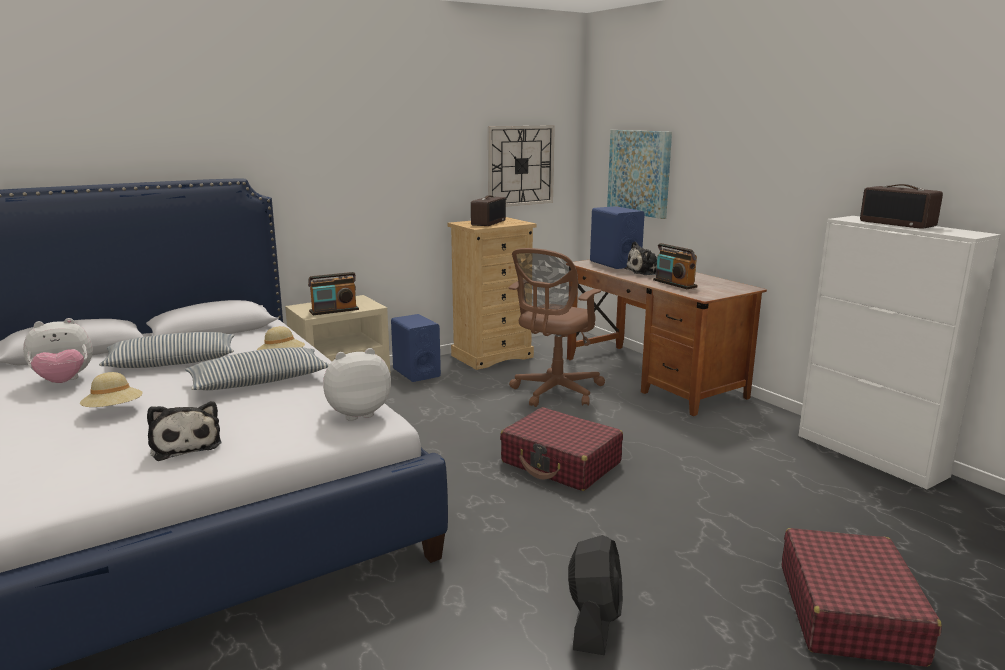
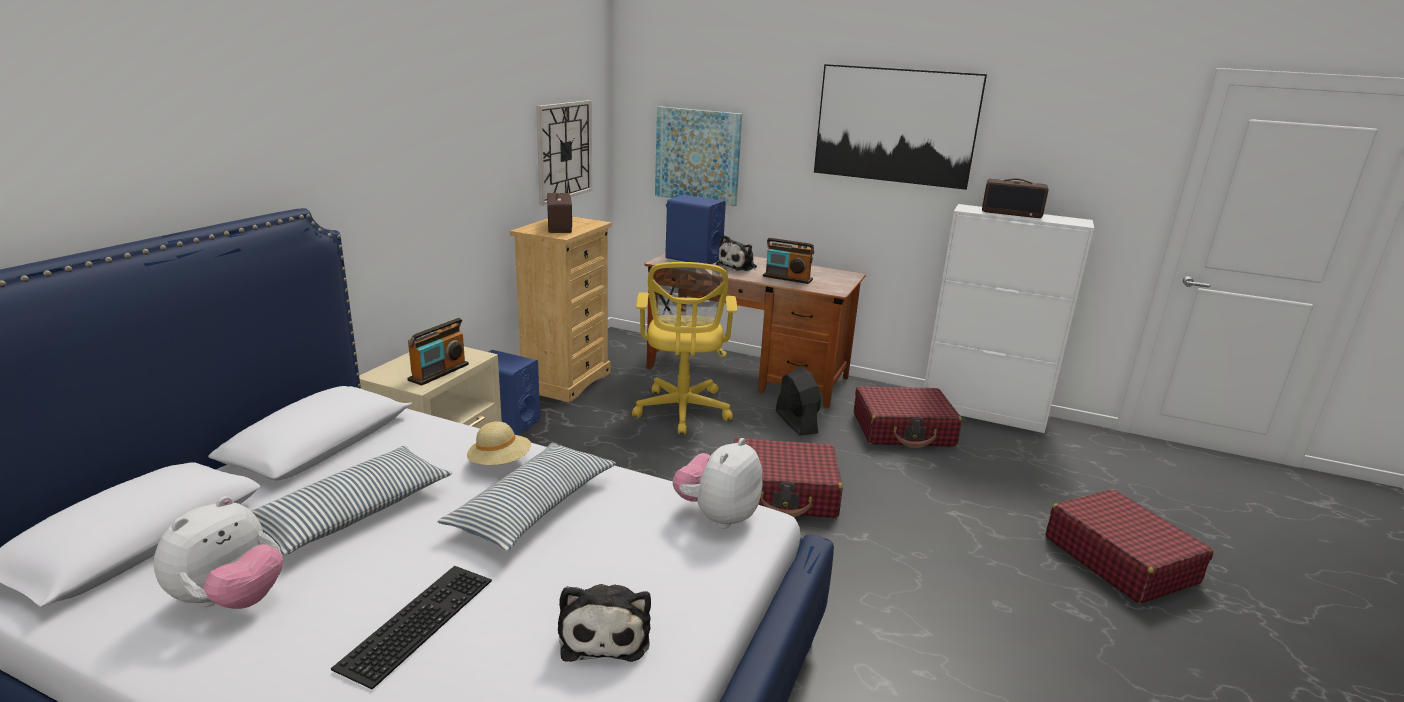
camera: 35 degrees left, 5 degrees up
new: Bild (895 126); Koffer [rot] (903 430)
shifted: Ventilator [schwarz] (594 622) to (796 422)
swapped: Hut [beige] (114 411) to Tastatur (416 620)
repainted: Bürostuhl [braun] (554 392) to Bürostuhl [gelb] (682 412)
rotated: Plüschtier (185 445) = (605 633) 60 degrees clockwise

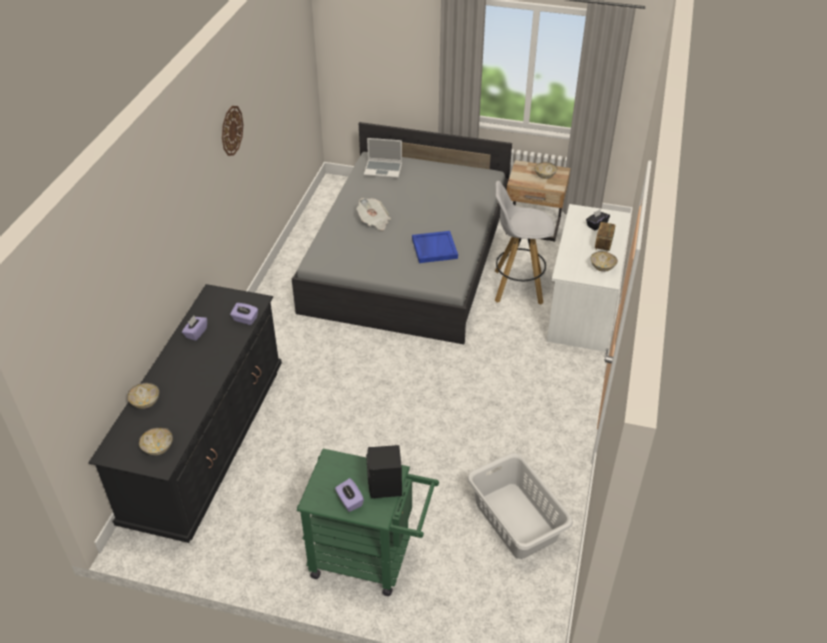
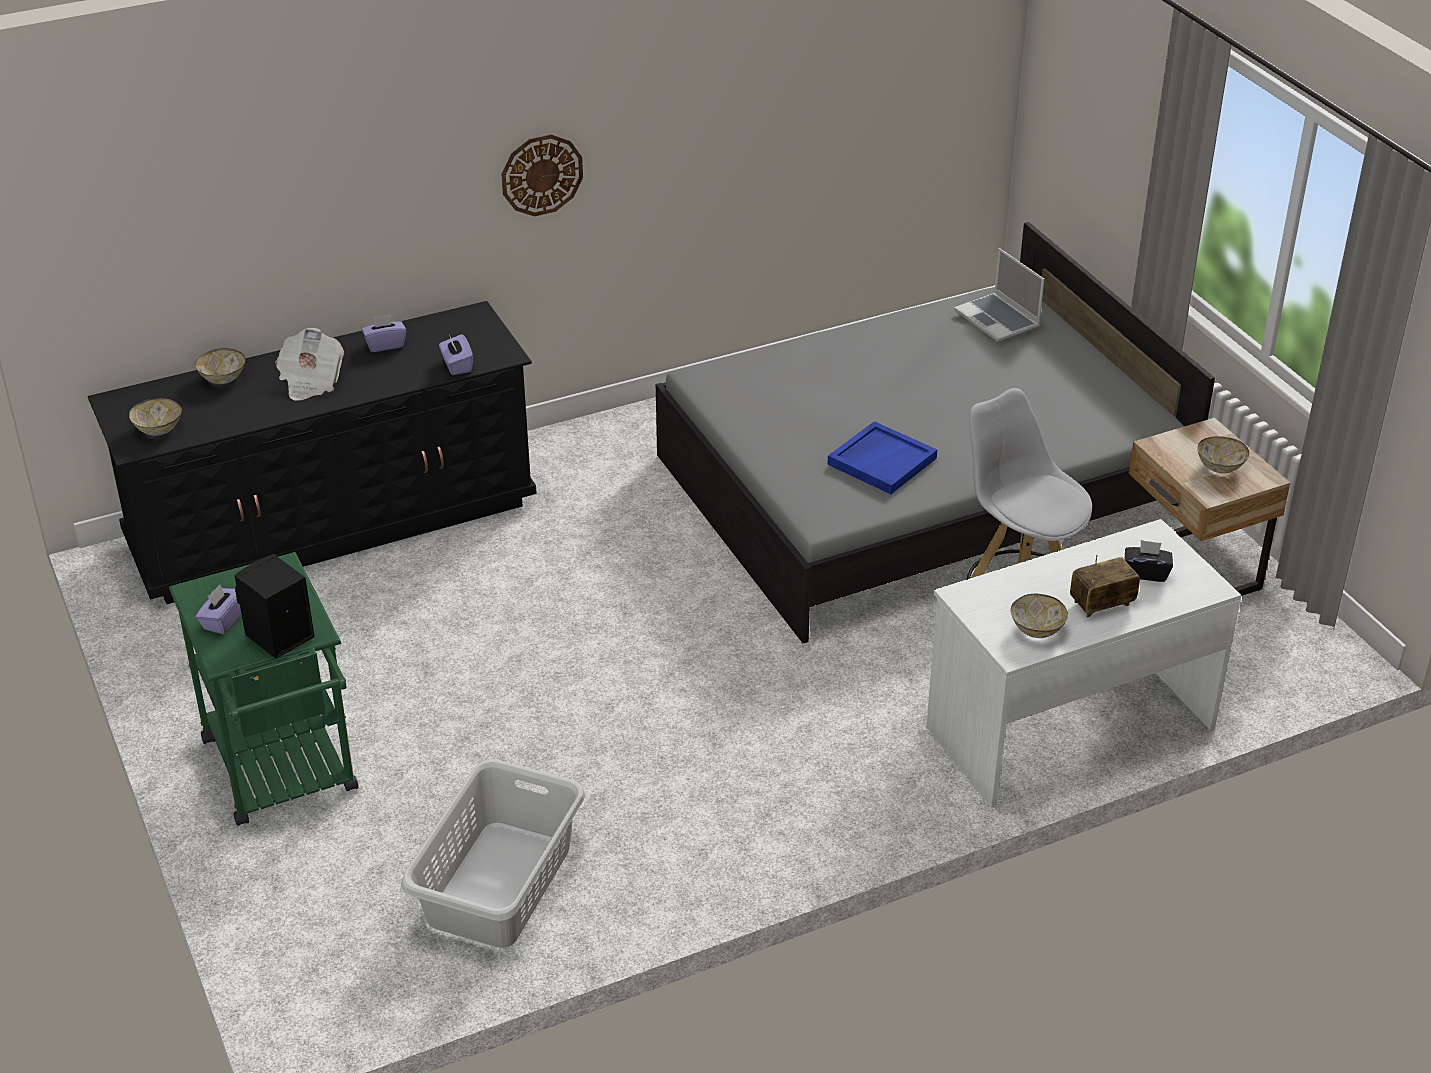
camera: 50 degrees right, 5 degrees down
shifted: Wanduhr (231 130) to (541 174); Zeitung (374 221) to (310 381)

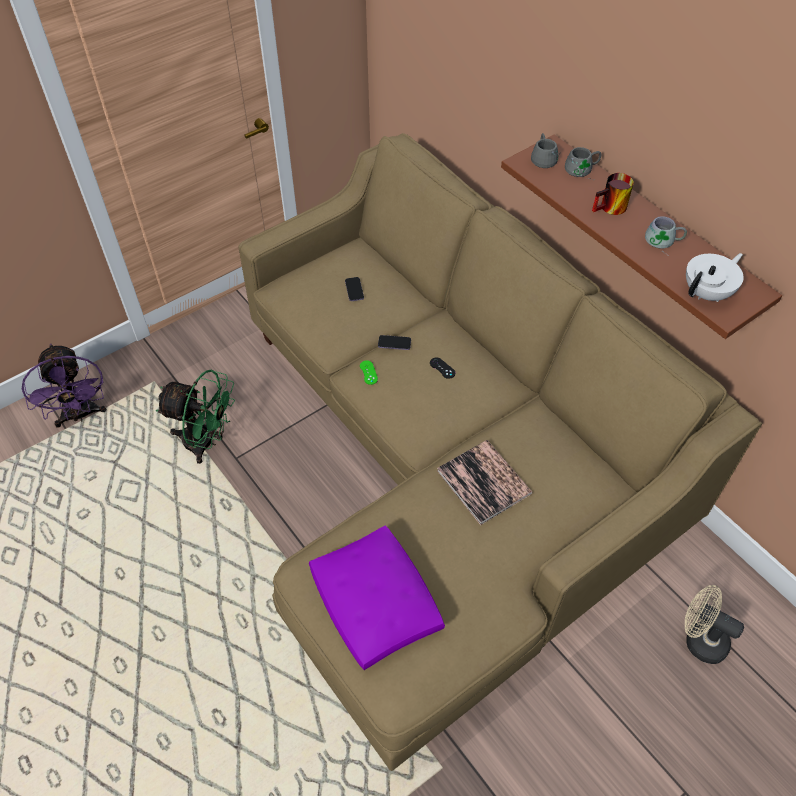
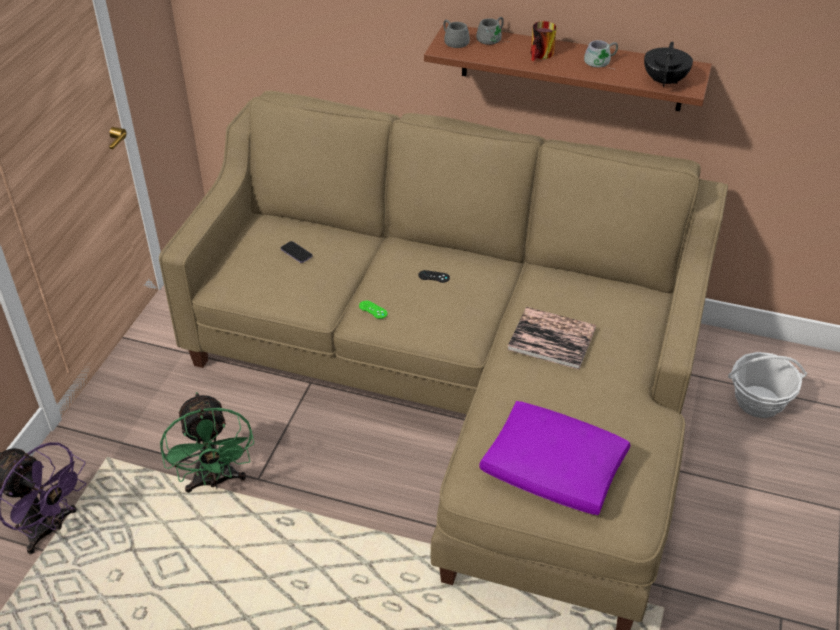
camera: 35 degrees left, 10 degrees down
gone: Handy (394 343)
swapped: Ventilator [beige] (699 639) to Korb (758 401)
repainted: Teekanne [weiß] (707 293) to Teekanne [schwarz] (665 81)
rotated: Ventilator [grün] (206 442) = (215 481) 90 degrees clockwise

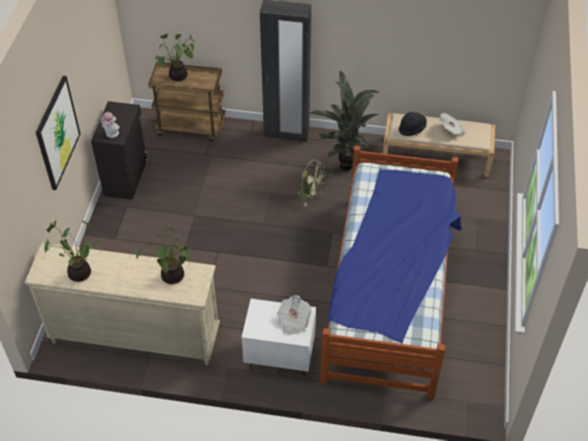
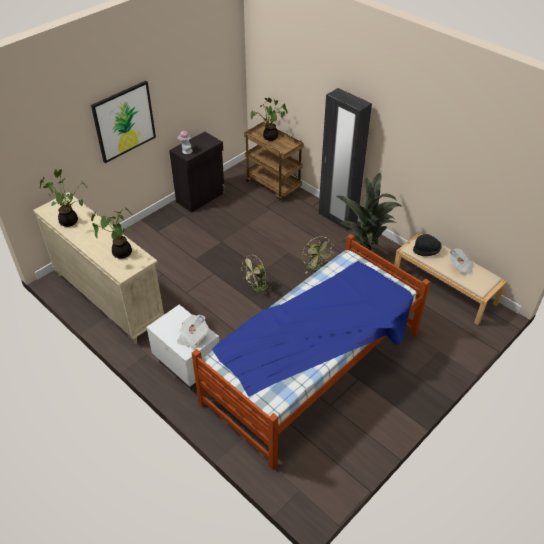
camera: 35 degrees right, 5 degrees down
new: Ventilator [grün] (257 288)

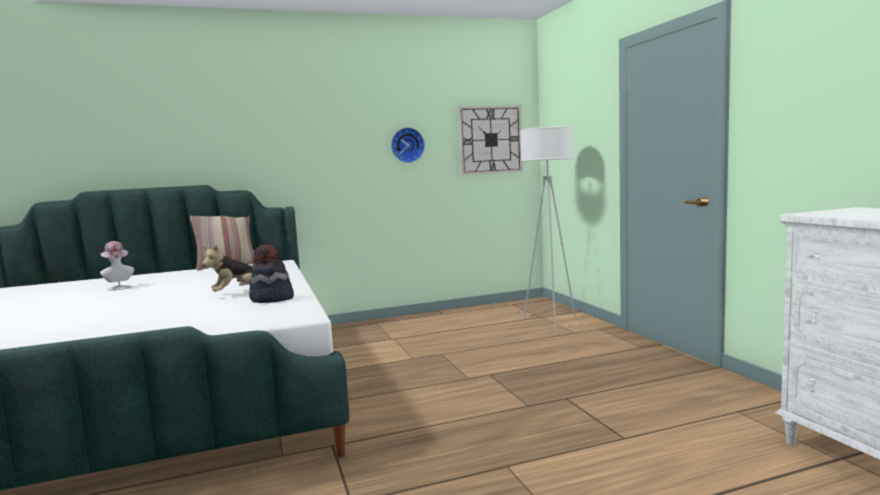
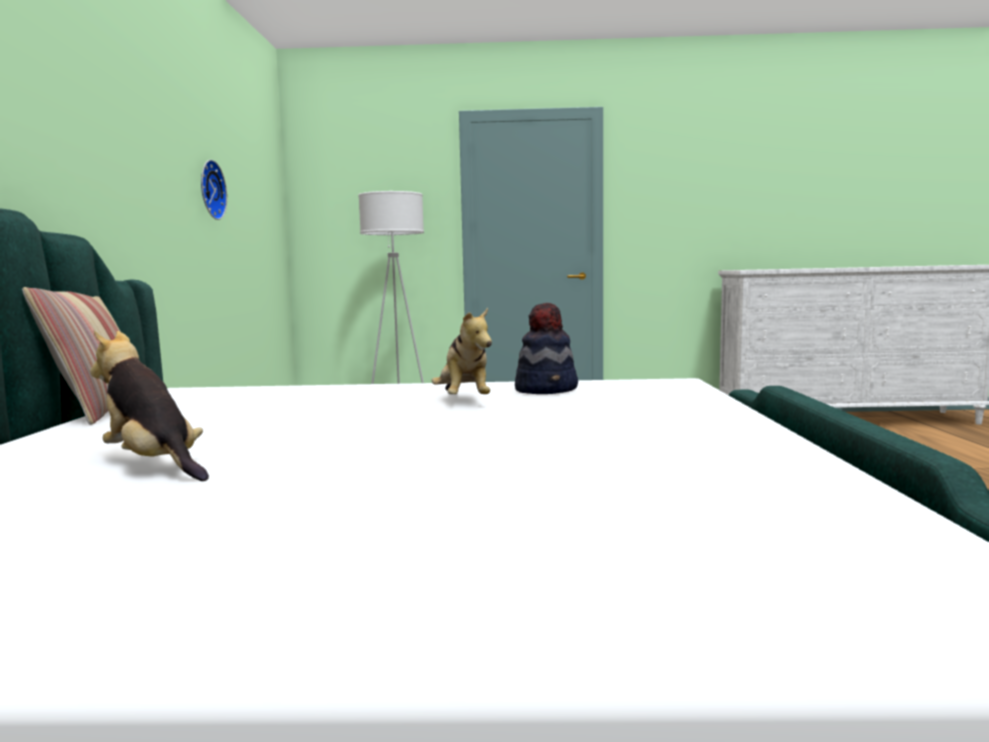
camera: 70 degrees left, 0 degrees up
gone: Wanduhr (490 140)
swapped: Hut (119 287) to Plüschtier (154 465)

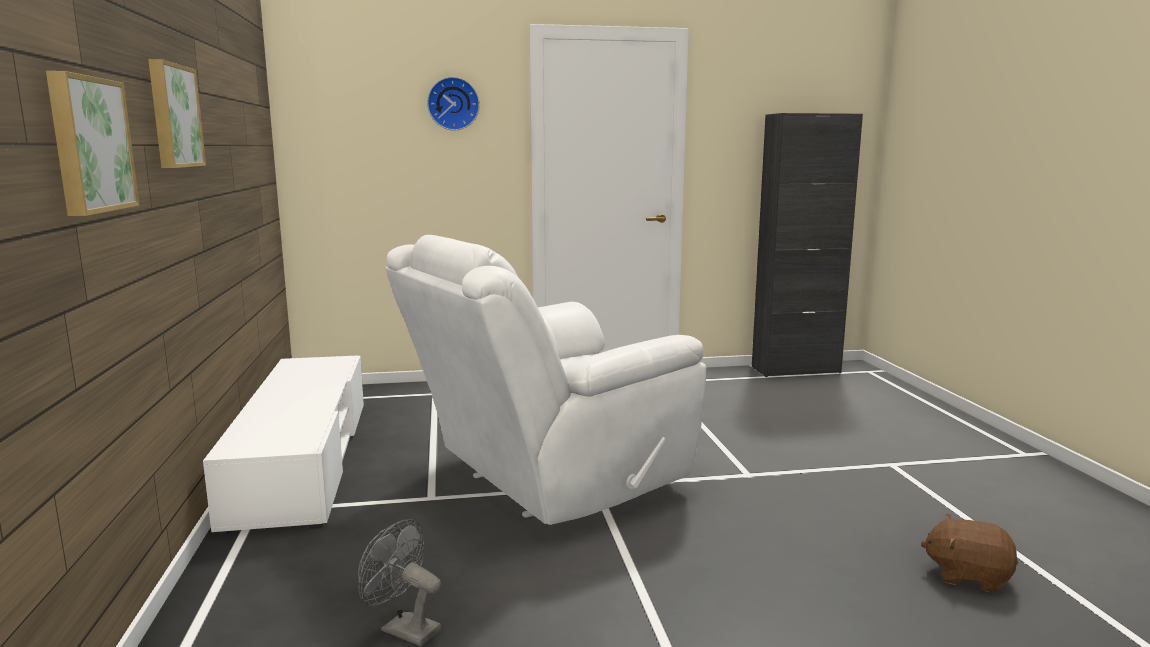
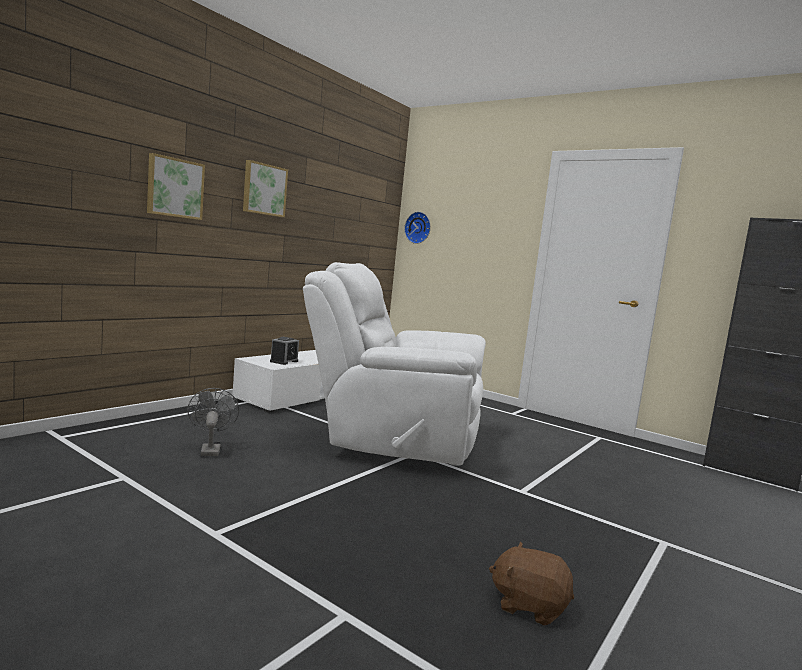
camera: 45 degrees right, 5 degrees down
new: Wecker (284 361)
shifted: Wanduhr (453 104) to (418 228)
rotated: Plüschtier [braun] (968 575) = (529 605) 45 degrees counterclockwise

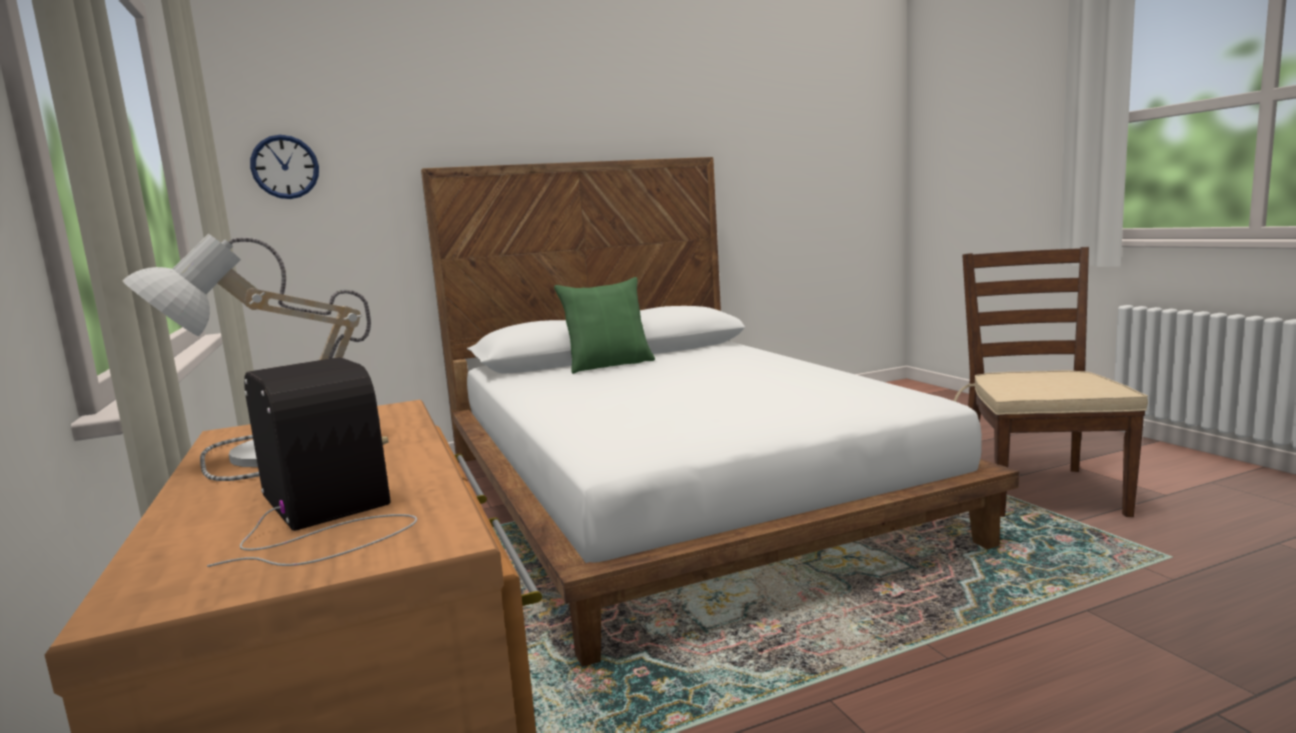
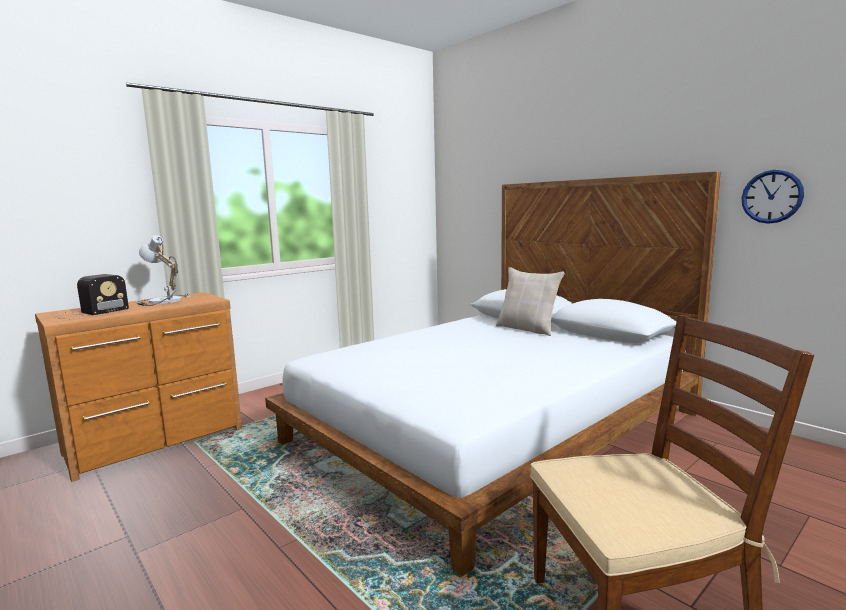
camera: 70 degrees right, 0 degrees up
shifted: Wanduhr (285 167) to (771 196)
repainted: Kissen [grün] (609 365) to Kissen [beige] (528 329)

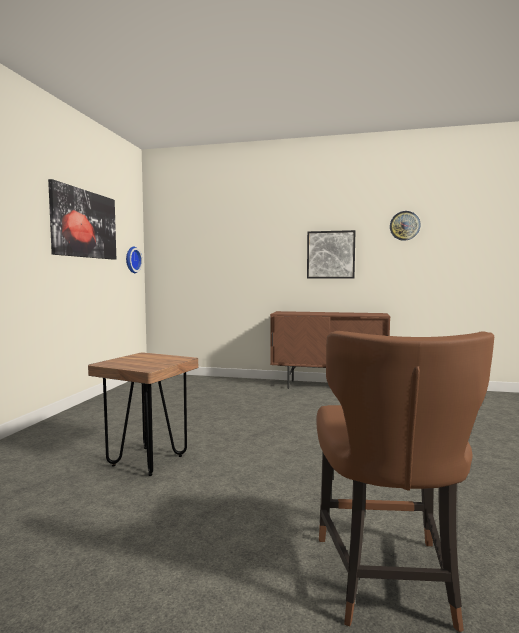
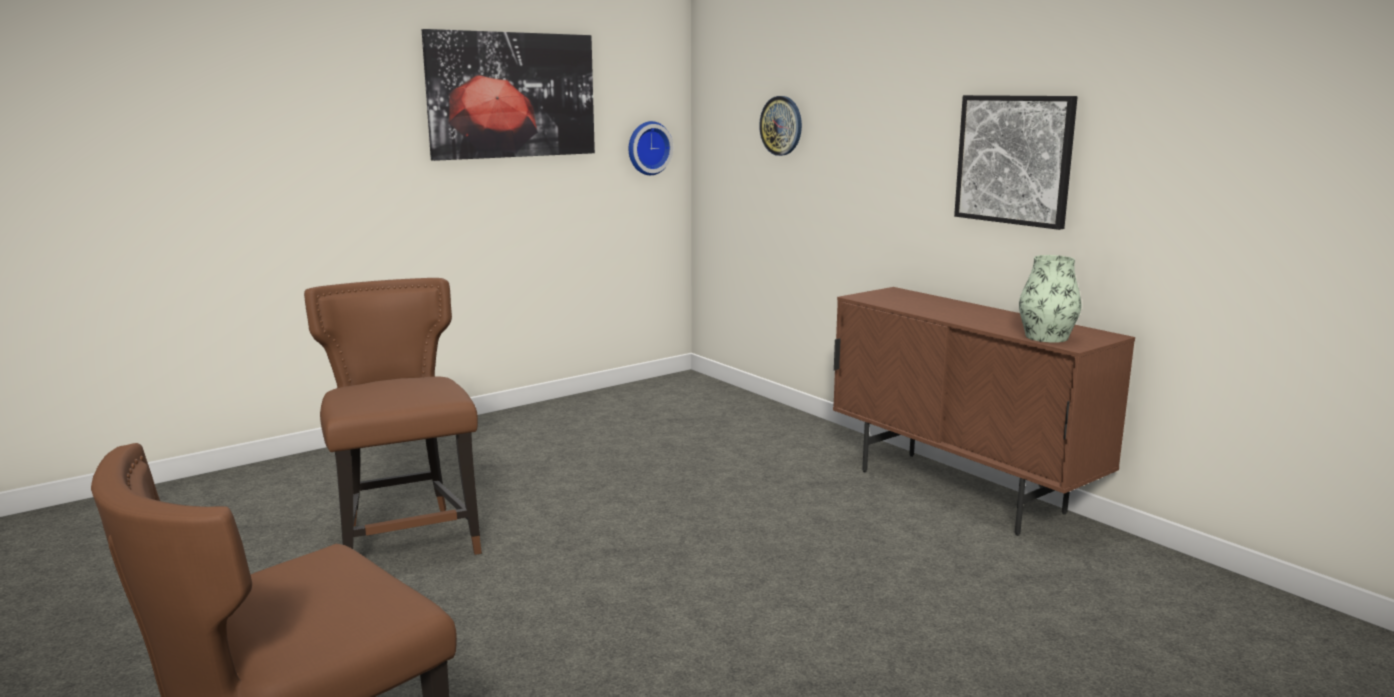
camera: 40 degrees right, 10 degrees up
new: Vase (1046 337)
shifted: Wanduhr (404 225) to (781 125)
swapped: Hocker [braun] (147 460) to Stuhl [braun] (406 539)

